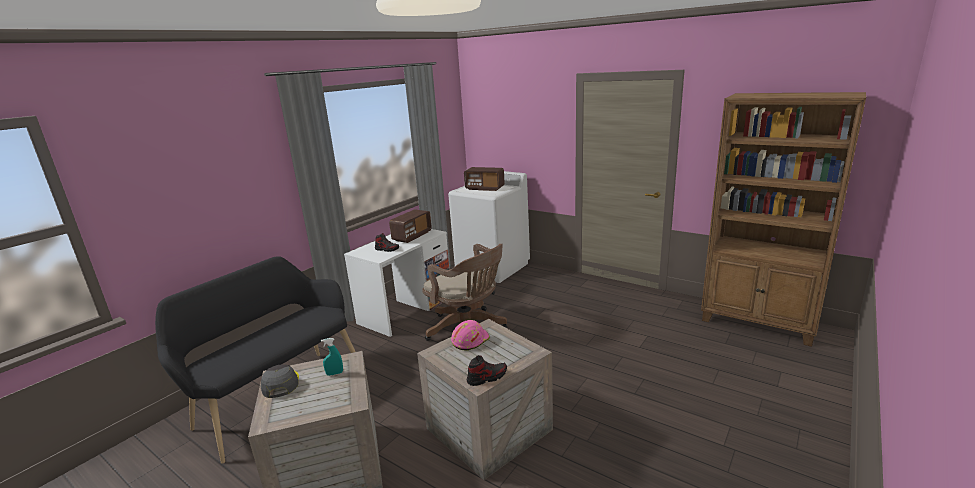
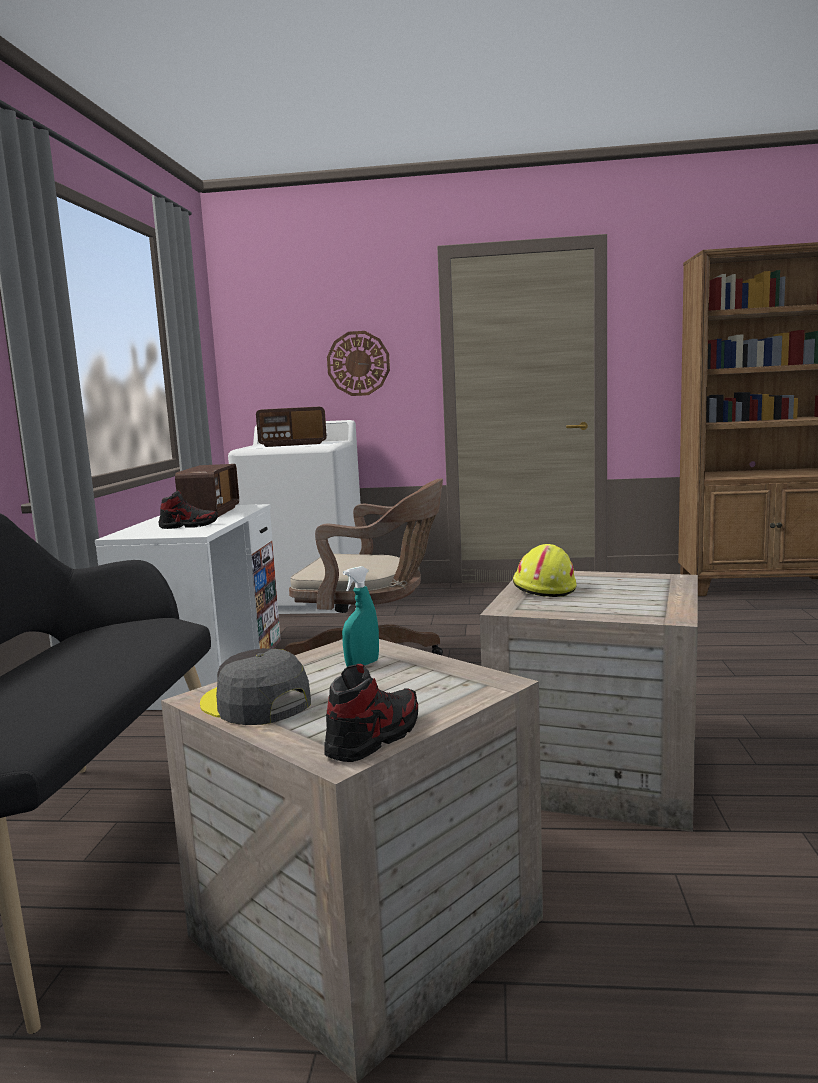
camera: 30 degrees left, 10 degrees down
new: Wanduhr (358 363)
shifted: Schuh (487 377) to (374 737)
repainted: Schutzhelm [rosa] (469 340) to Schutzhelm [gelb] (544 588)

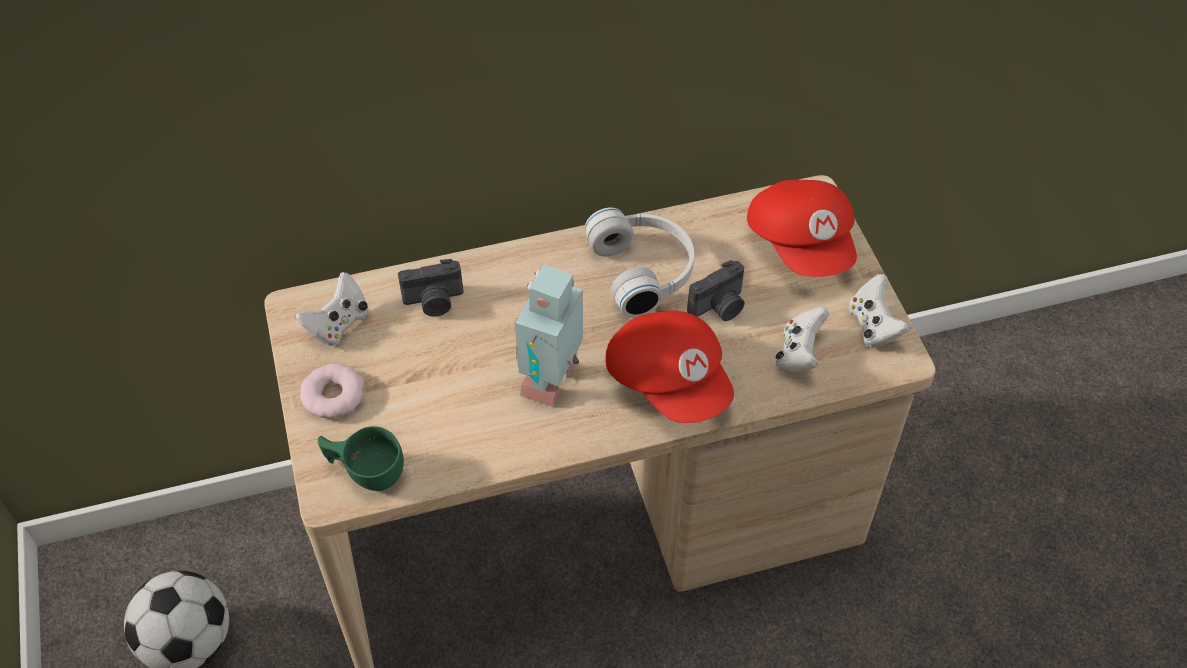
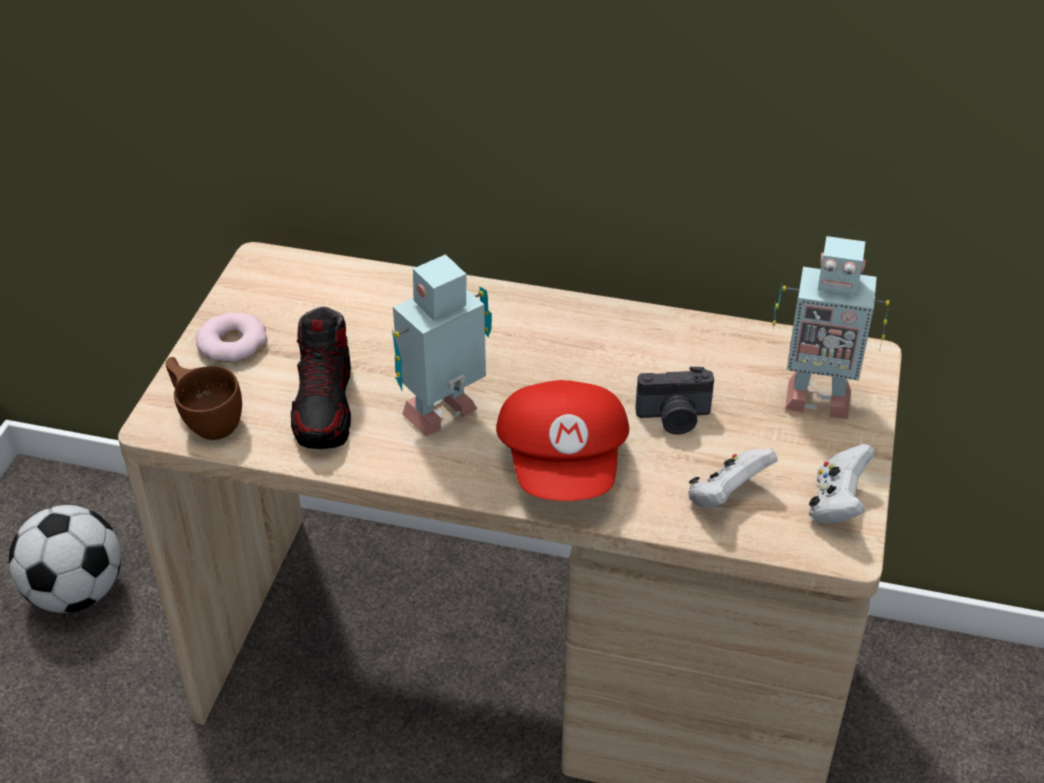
camera: 30 degrees right, 10 degrees down
gone: Gamepad [weiß] (338 324); Kamera (434 302); Kopfhörer [weiß] (645 270)
new: Schuh (325 406)
swapped: Kappe [rot] (802 244) to Spielzeugroboter (815 396)
repainted: Tasse [grün] (365 471) to Tasse [braun] (206 417)

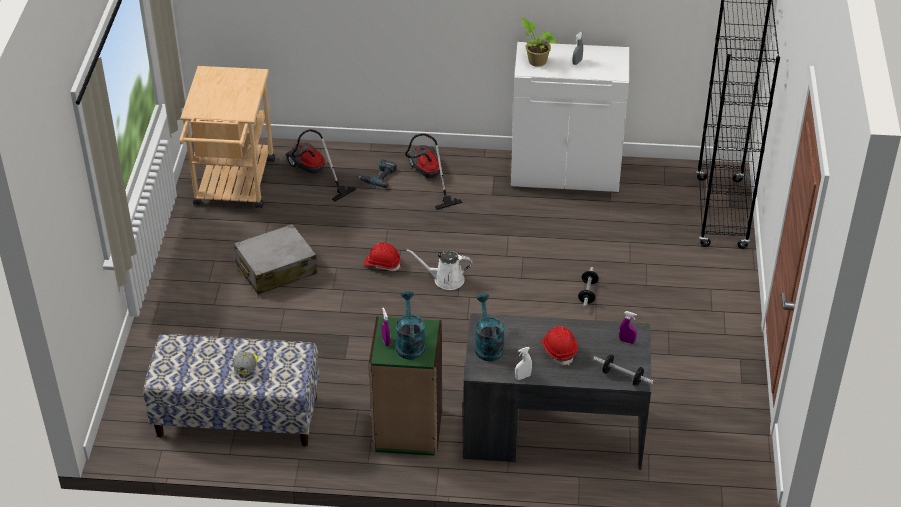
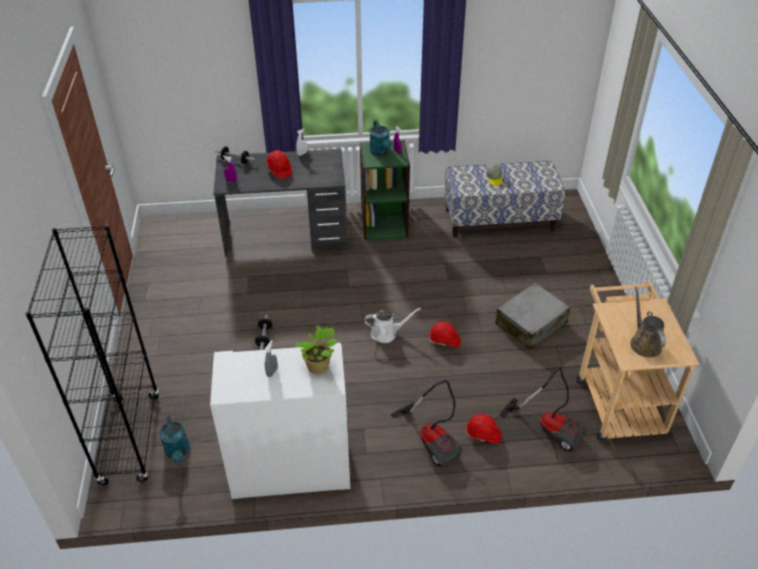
camera: 170 degrees right, 0 degrees up
new: Gießkanne [braun] (644 343)
shifted: Gießkanne [türkis] (487 345) to (178 452)
swapped: Bohrmaschine (378 176) to Schutzhelm [rot] (483 434)

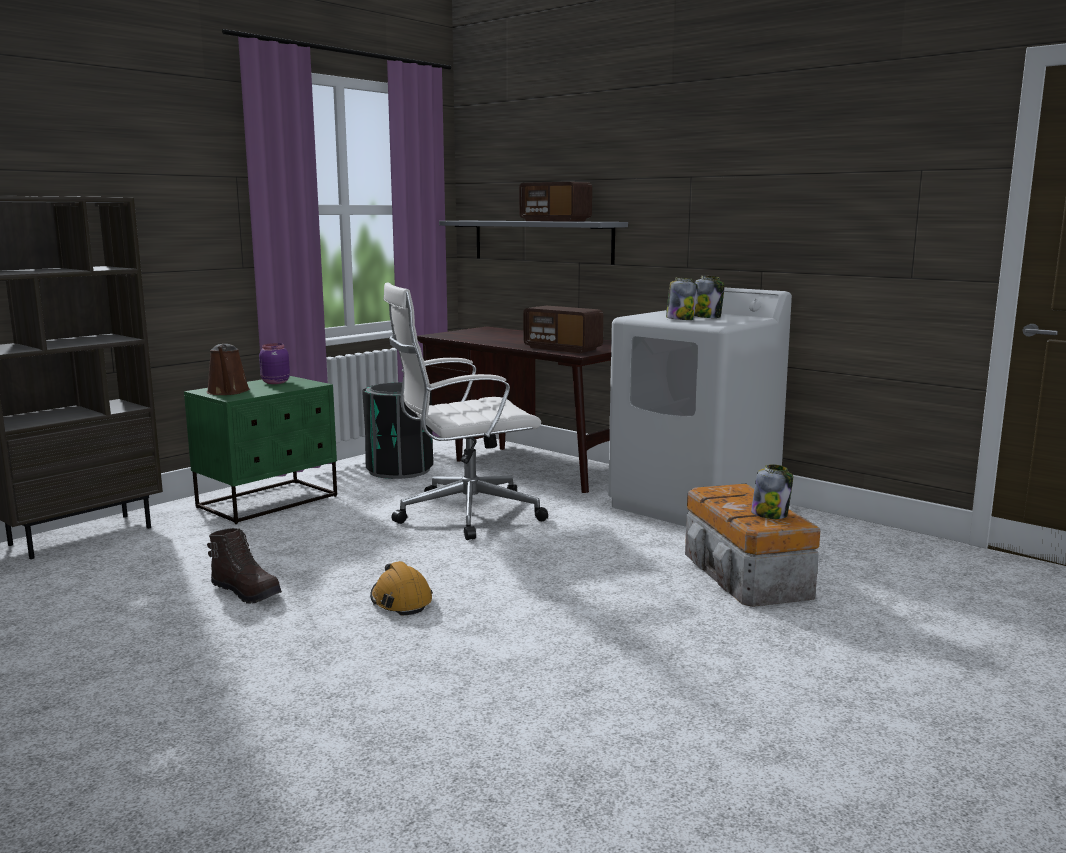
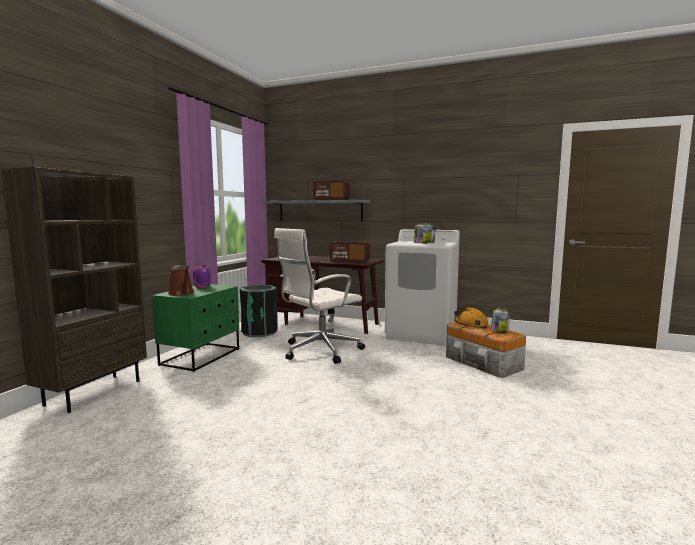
camera: 20 degrees left, 5 degrees down
gone: Stiefel [braun] (247 592)
shifted: Schutzhelm [orange] (401 600) to (470 324)

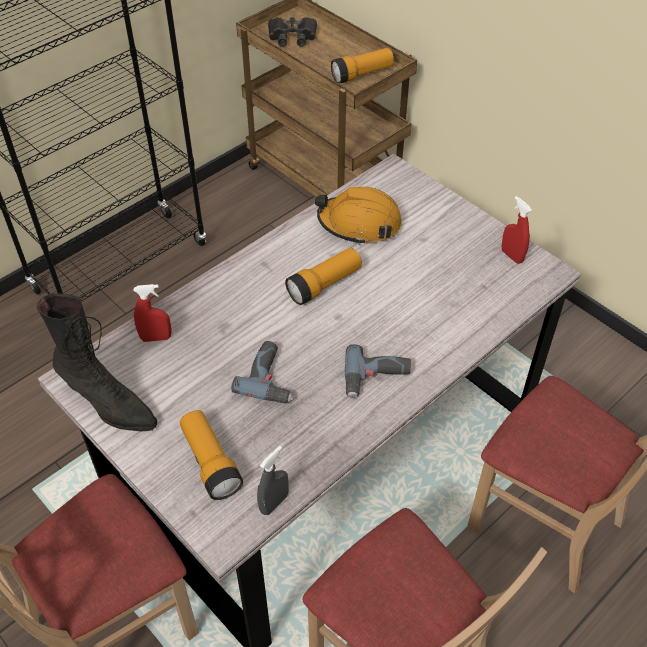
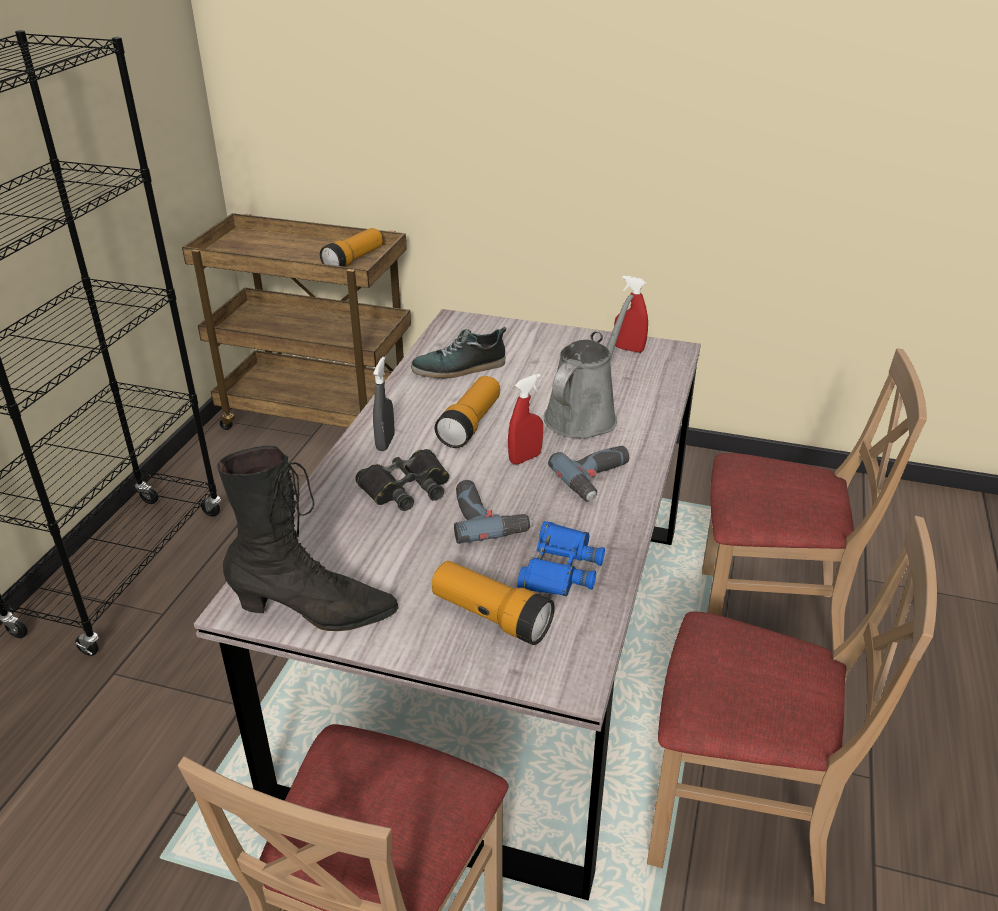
camera: 30 degrees left, 15 degrees down
new: Fernglas [blau] (560 568); Gießkanne [grau] (584 415)
shifted: Sprühflasche [rot] (156 338) to (525 458); Sprühflasche [grau] (274 503) to (385 443); Fernglas [schwarz] (292 36) to (406 488)
swapped: Schutzhelm [orange] (359 224) to Schuh (459 368)

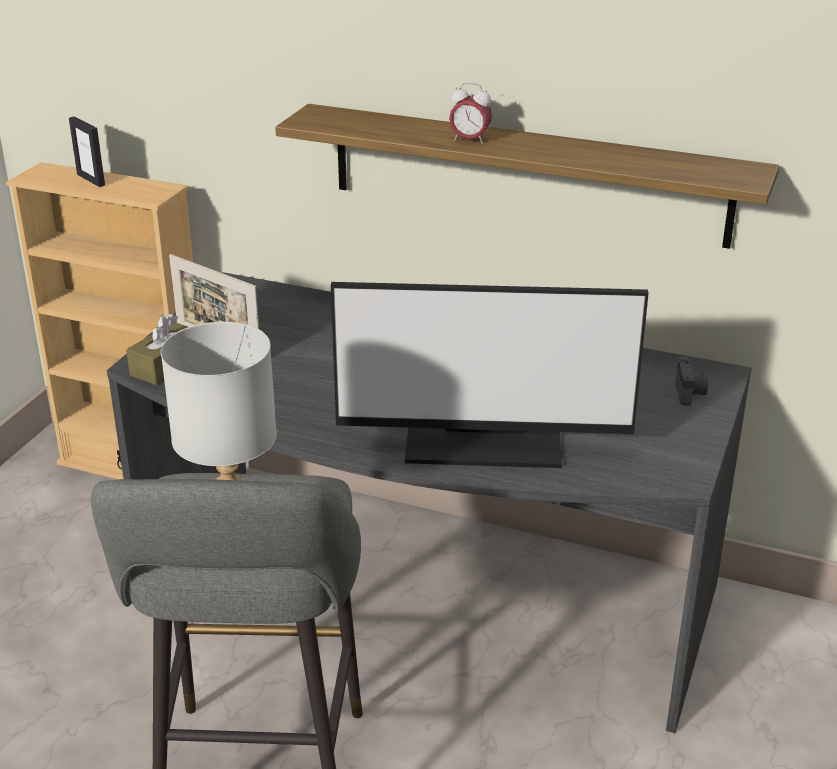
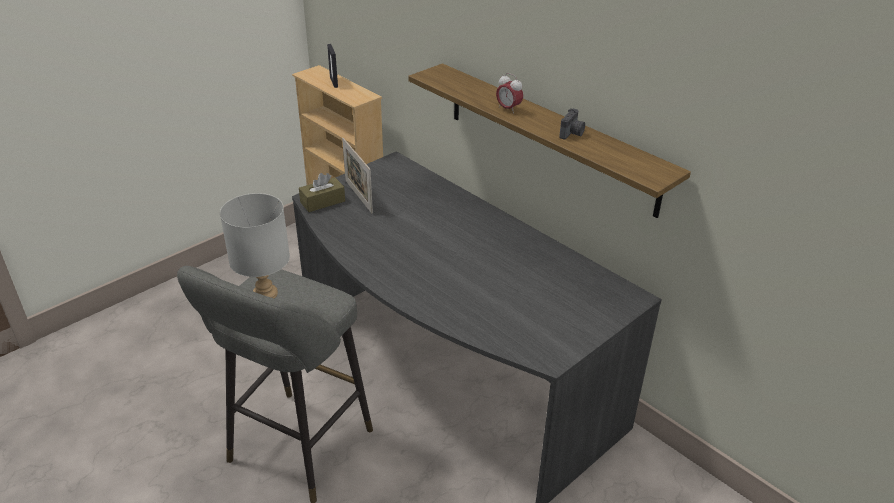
camera: 25 degrees right, 5 degrees up
gone: Monitor (483 442)
shifted: Kamera (690 393) to (572 133)

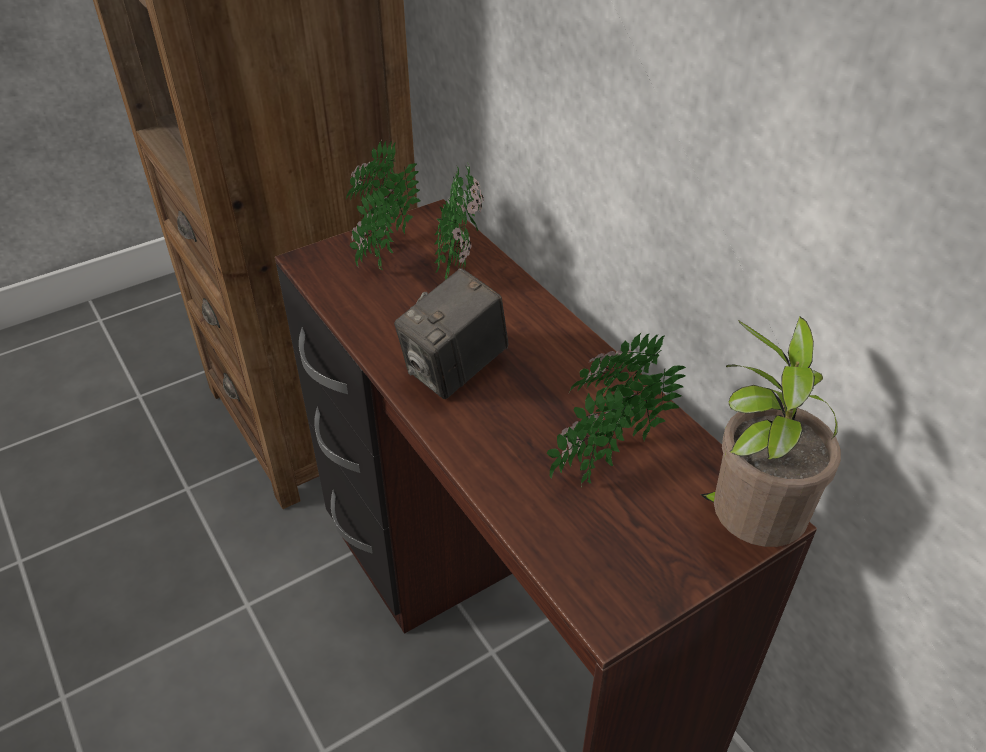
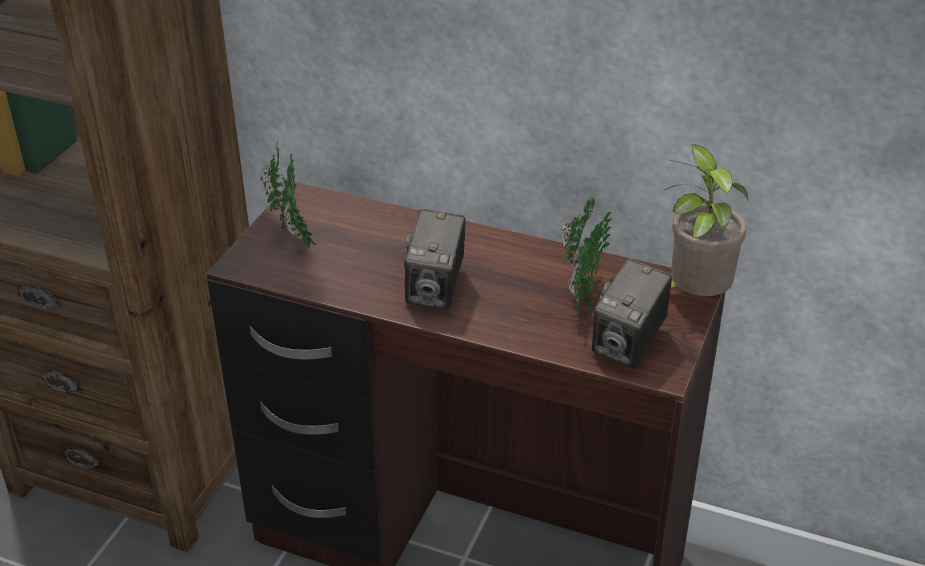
camera: 35 degrees left, 5 degrees down
gone: Topfpflanze (456 261)
new: Kamera (628 345)

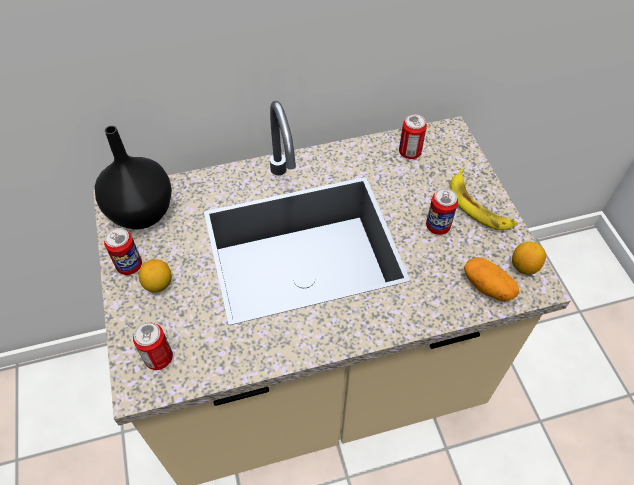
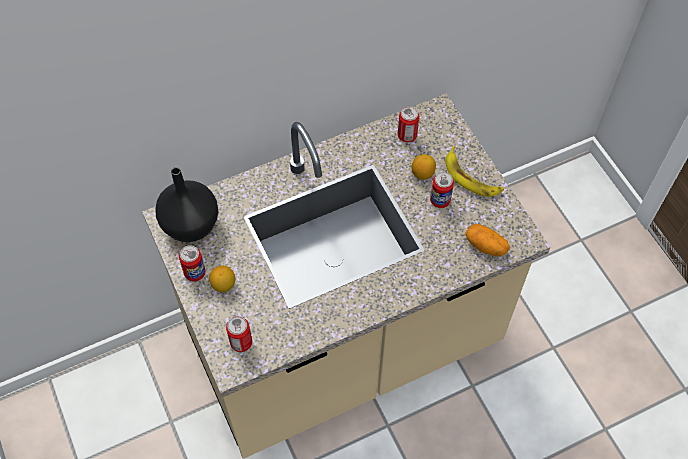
camera: 10 degrees left, 5 degrees up
shifted: Zitrone (524 266) to (422 173)

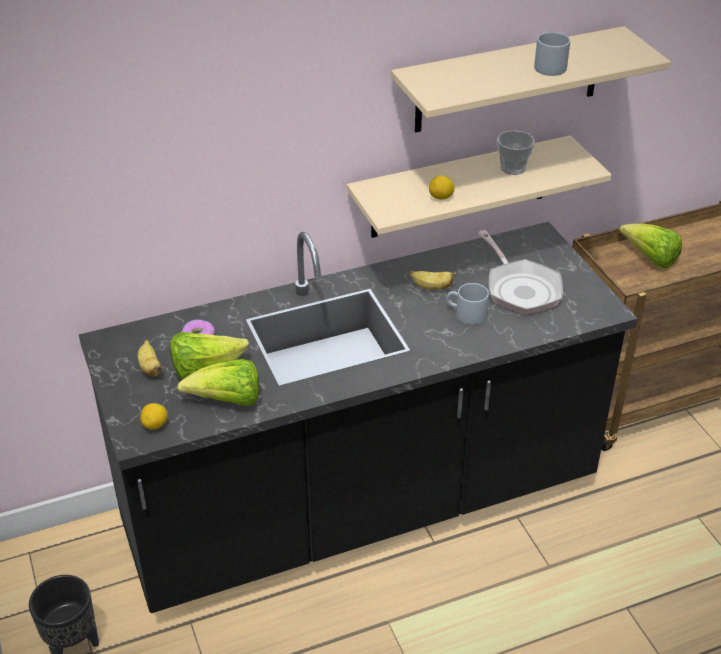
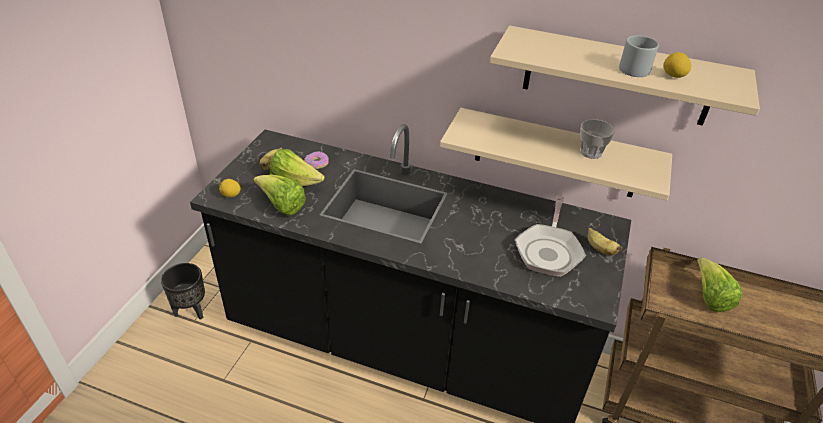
camera: 40 degrees right, 0 degrees up
gone: Henkelbecher [grau] (465 314)
shifted: Banane (431 287) to (599 249); Zitrone (441 198) to (673 76)

